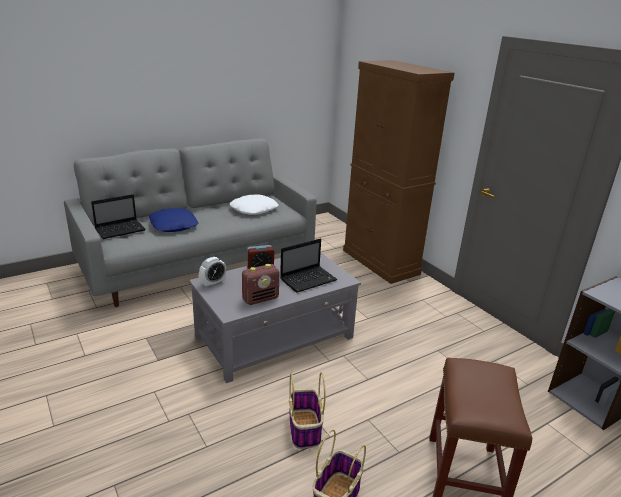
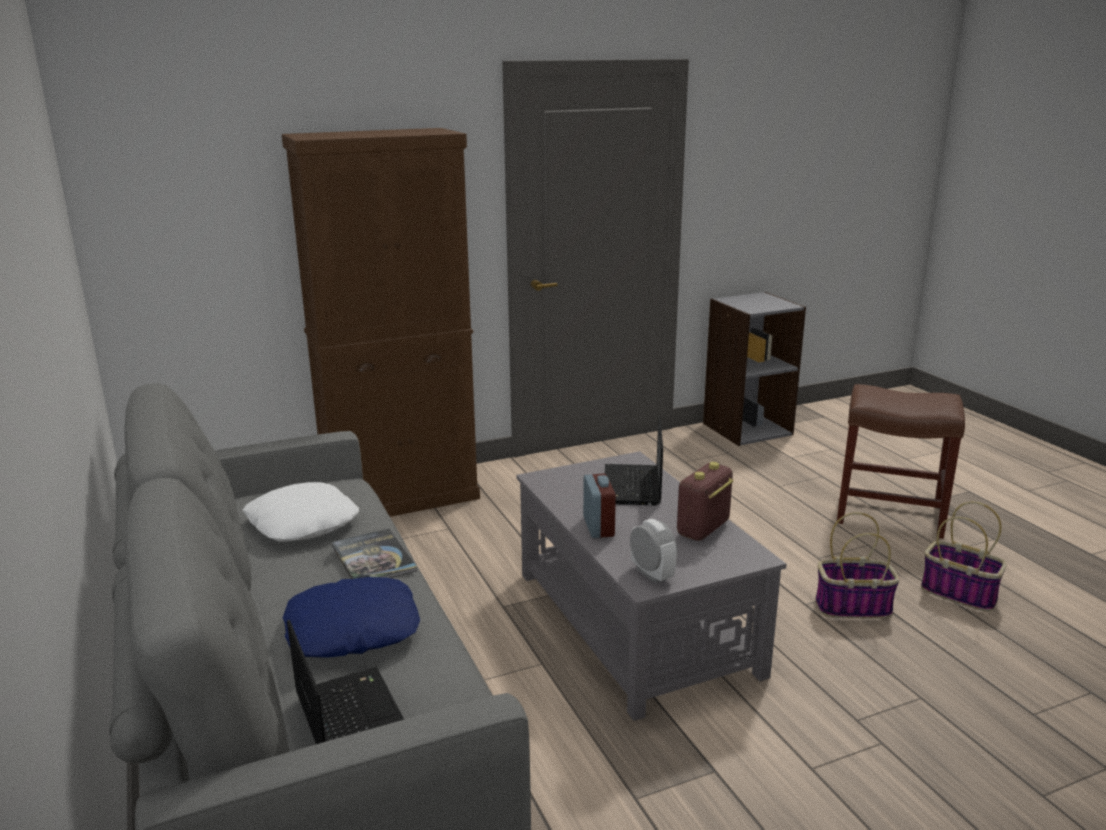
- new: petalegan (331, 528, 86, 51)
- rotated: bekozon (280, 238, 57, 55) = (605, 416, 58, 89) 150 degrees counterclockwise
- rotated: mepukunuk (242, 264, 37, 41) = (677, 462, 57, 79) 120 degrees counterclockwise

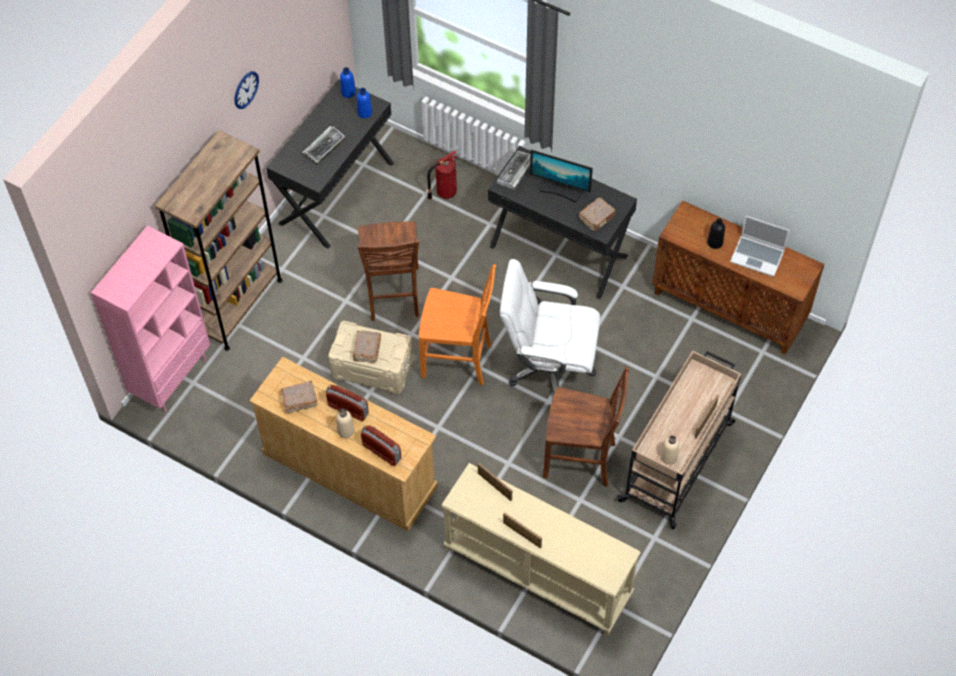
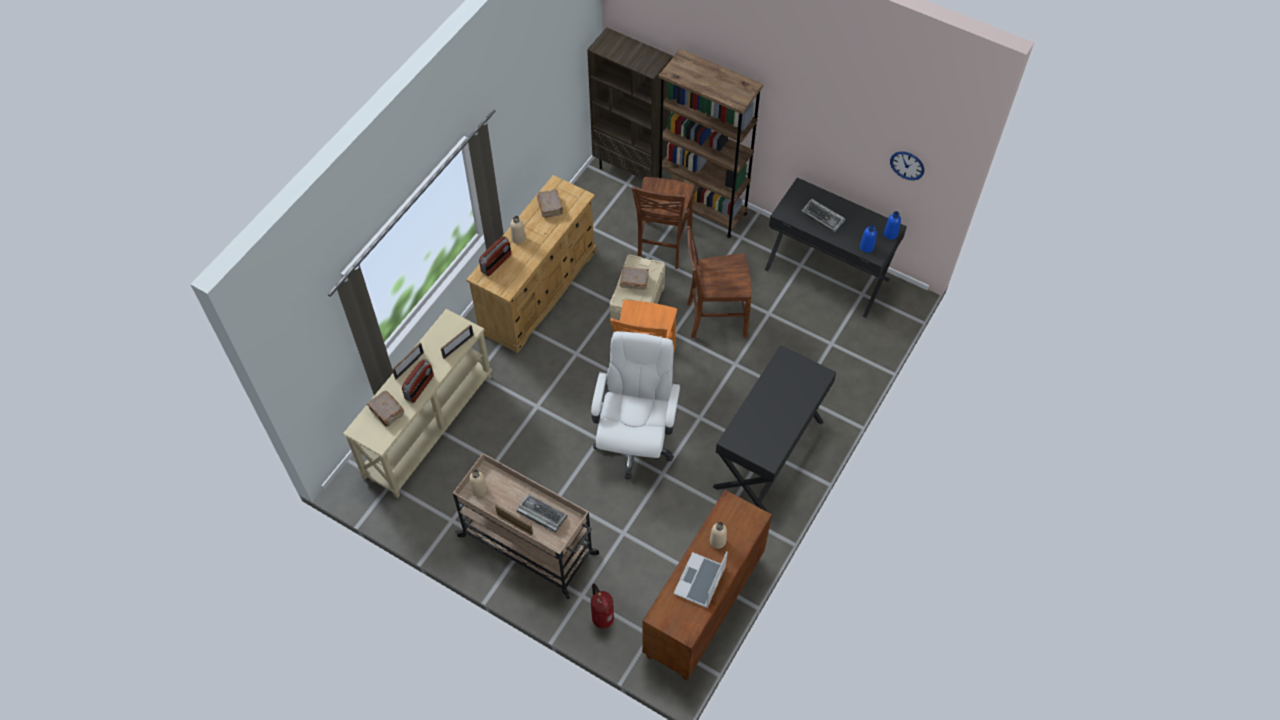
- shifted: brown petalegan (579, 198, 37, 33) to (367, 391, 37, 36)
- shifted: mepukunuk (326, 385, 43, 36) to (402, 359, 32, 44)
- shifted: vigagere (496, 151, 34, 39) to (517, 494, 50, 39)
- repainted: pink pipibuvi (91, 225, 119, 187) to brown pipibuvi (587, 27, 86, 152)
- shifted: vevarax (427, 151, 32, 49) to (591, 584, 23, 45)
- shifted: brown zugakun (543, 367, 86, 120) to (632, 177, 62, 92)
- repainted: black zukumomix (707, 218, 18, 31) to beige zukumomix (710, 522, 17, 27)
- shifted: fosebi (234, 71, 25, 38) to (890, 151, 34, 29)
- gone: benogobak (530, 150, 63, 53)

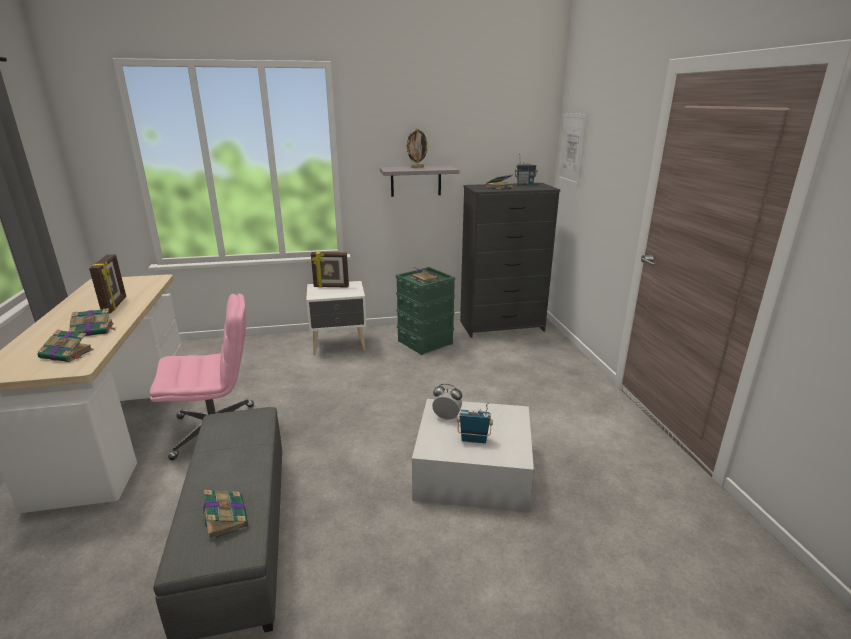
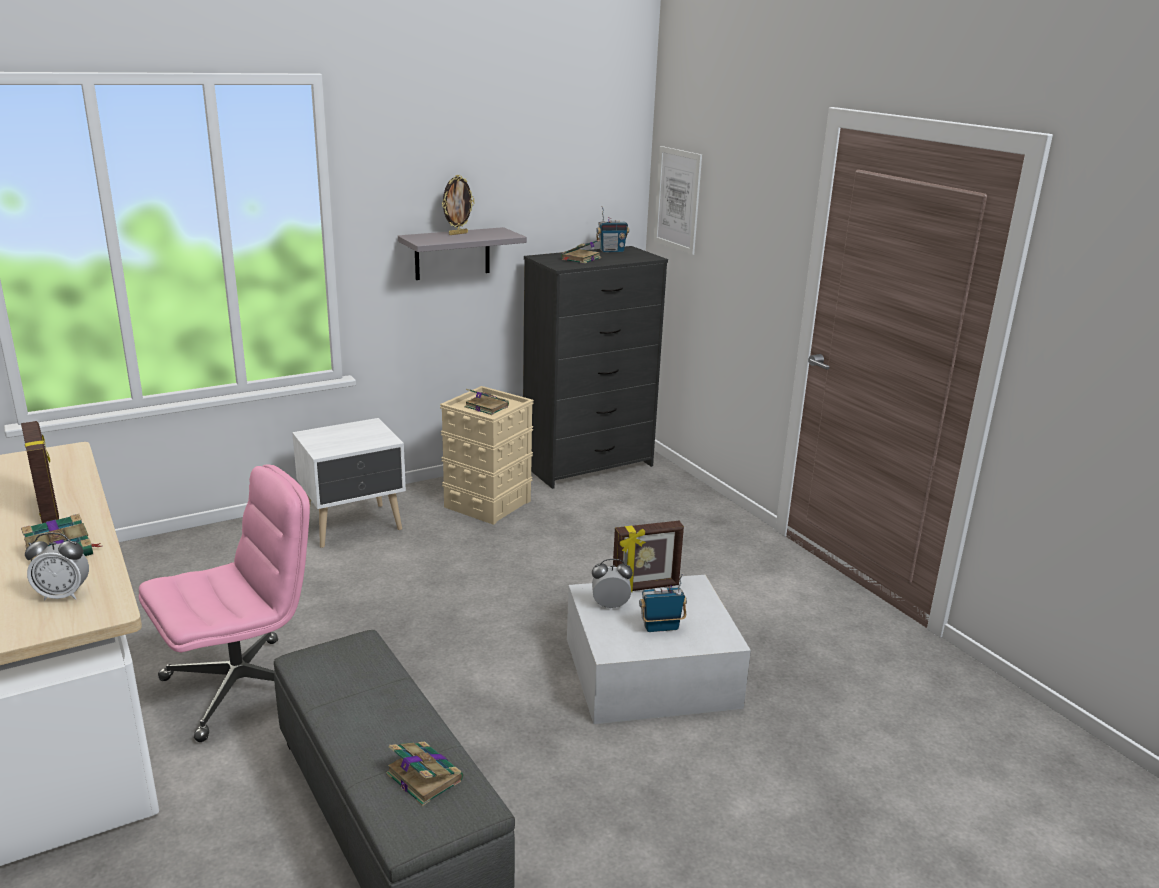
- swapped: petalegan (37, 330, 57, 32) to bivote (25, 533, 64, 67)
- repainted: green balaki (395, 267, 60, 88) to beige balaki (440, 386, 94, 139)
- shifted: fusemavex (311, 252, 38, 36) to (613, 521, 71, 71)

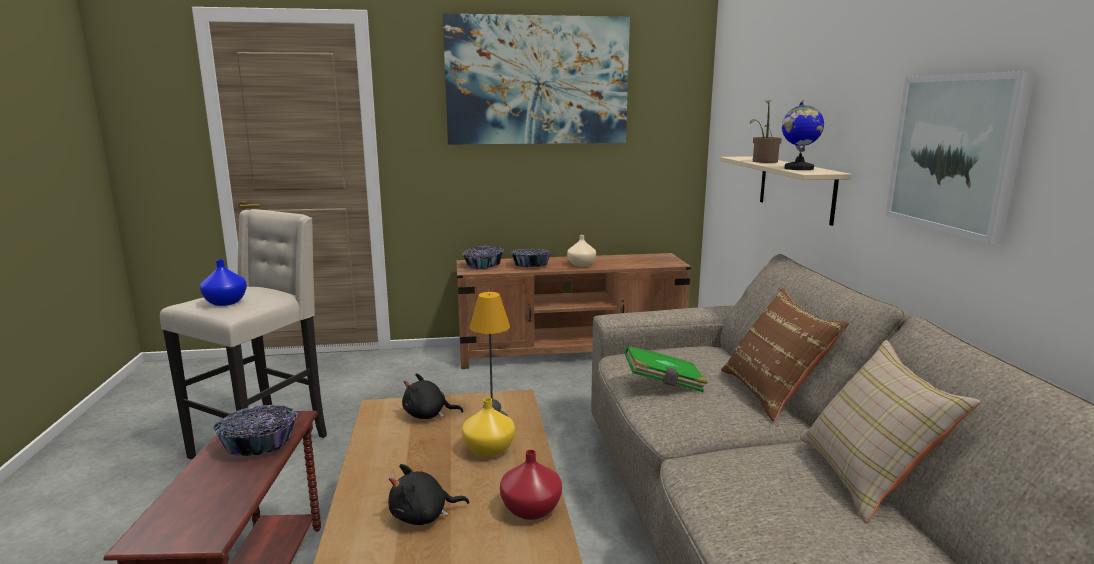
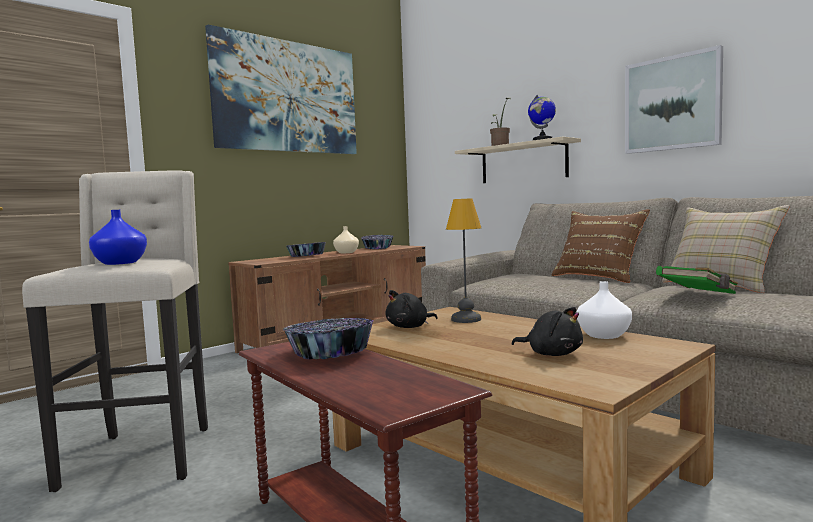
- shifted: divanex (462, 246, 42, 23) to (361, 235, 32, 14)
- rotated: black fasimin (388, 464, 81, 61) = (512, 307, 71, 49) 90 degrees counterclockwise
- repainted: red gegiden (500, 450, 62, 70) to white gegiden (577, 281, 55, 58)
- shifted: green petalegan (624, 345, 84, 47) to (656, 266, 82, 28)
- gone: yellow gegiden (462, 398, 53, 59)

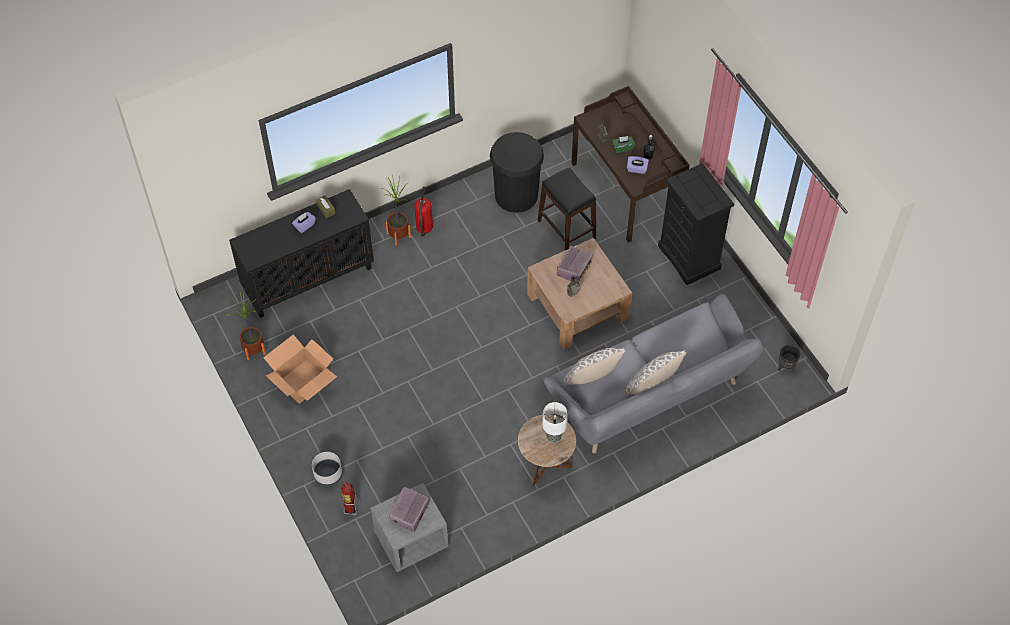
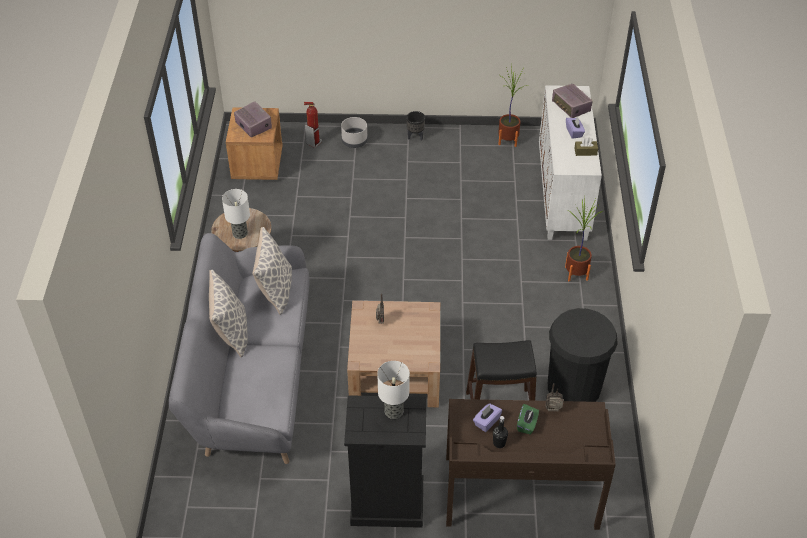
- repainted: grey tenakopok (371, 483, 77, 89) to brown tenakopok (226, 107, 57, 73)
- new: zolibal (377, 361, 33, 58)
- shifted: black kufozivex (778, 345, 22, 27) to (406, 111, 19, 29)
- repainted: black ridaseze (229, 189, 145, 129) to white ridaseze (539, 85, 63, 155)
- shifted: mepukunuk (557, 246, 36, 36) to (552, 84, 41, 34)
- gone: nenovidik (264, 334, 73, 70)
- gone: vevarax (414, 186, 19, 50)

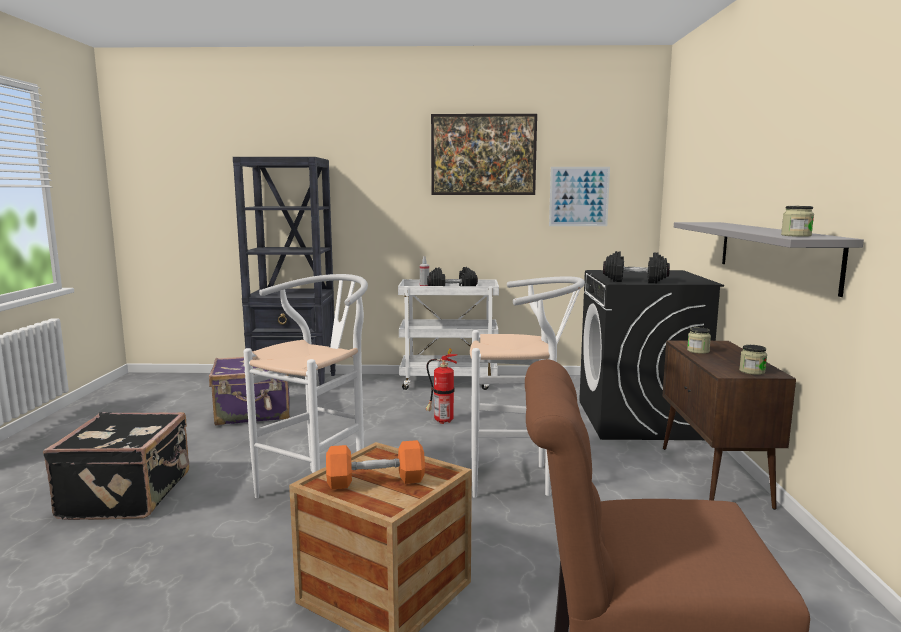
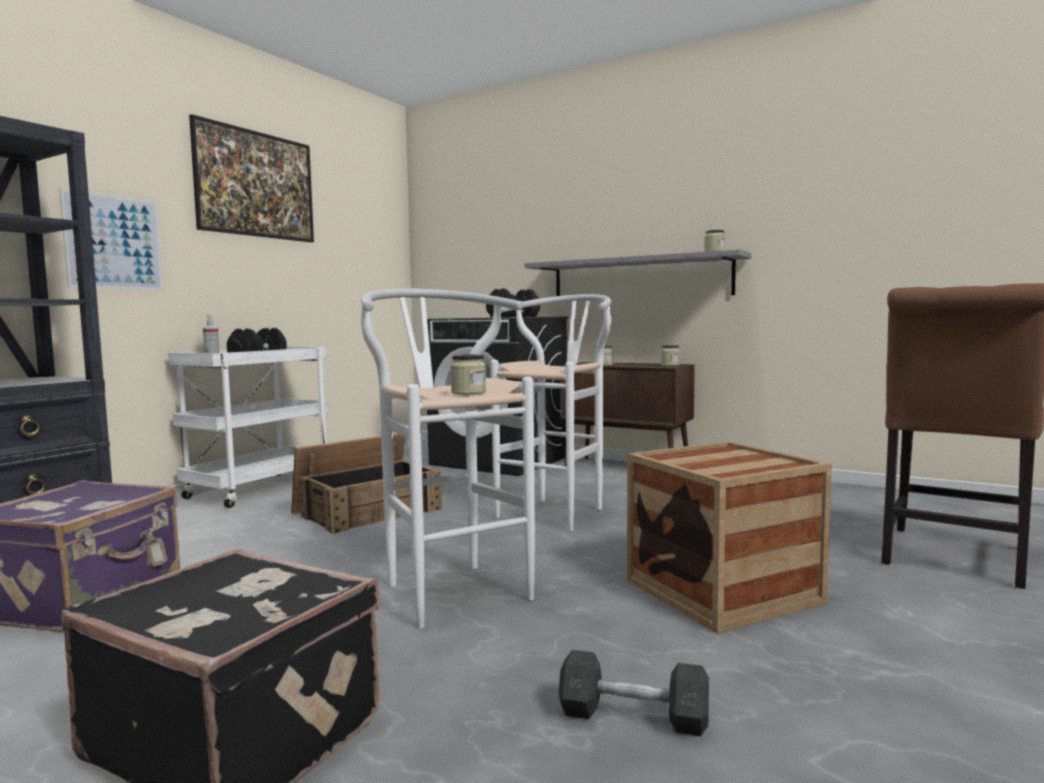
- shifted: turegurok (549, 167, 61, 59) to (59, 188, 104, 103)
- swapped: vevarax (426, 348, 32, 76) to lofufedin (291, 434, 151, 100)
- new: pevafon (450, 355, 36, 39)
- new: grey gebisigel (558, 650, 151, 86)
- gone: orange gebisigel (326, 440, 99, 49)

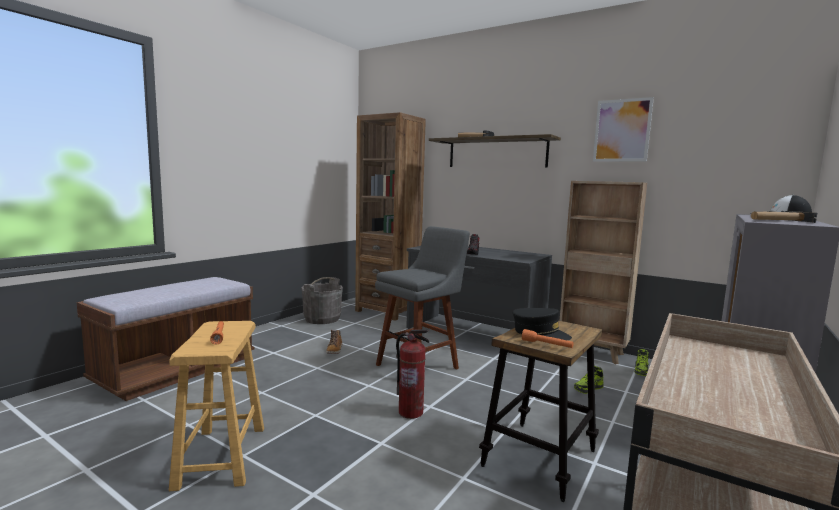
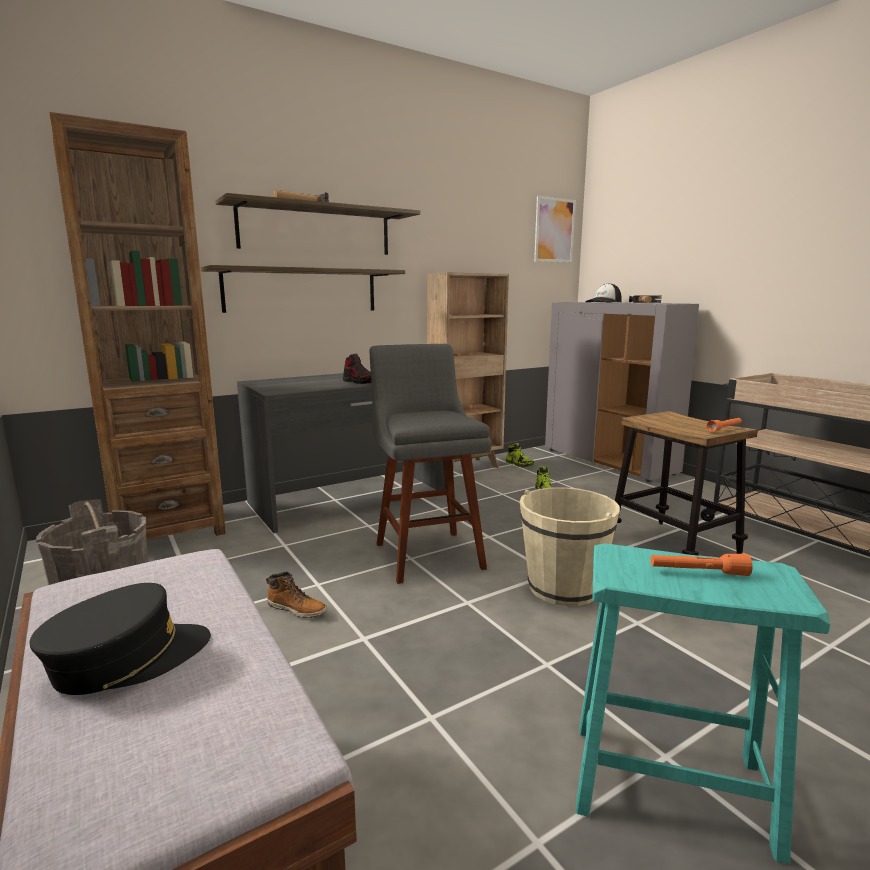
- shifted: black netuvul (513, 308, 59, 32) to (30, 583, 181, 112)
- new: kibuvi (201, 265, 204, 48)
- swapped: vevarax (396, 329, 33, 90) to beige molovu (520, 487, 100, 119)
- shifted: turegurok (593, 97, 61, 65) to (534, 196, 42, 67)
- repainted: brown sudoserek (169, 321, 95, 170) to turquoise sudoserek (576, 543, 254, 321)

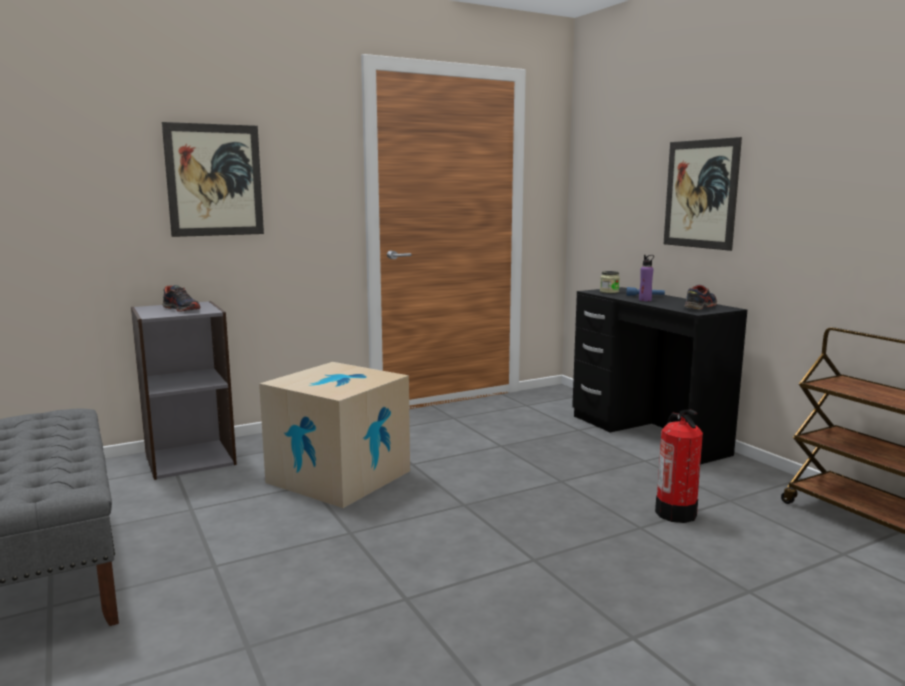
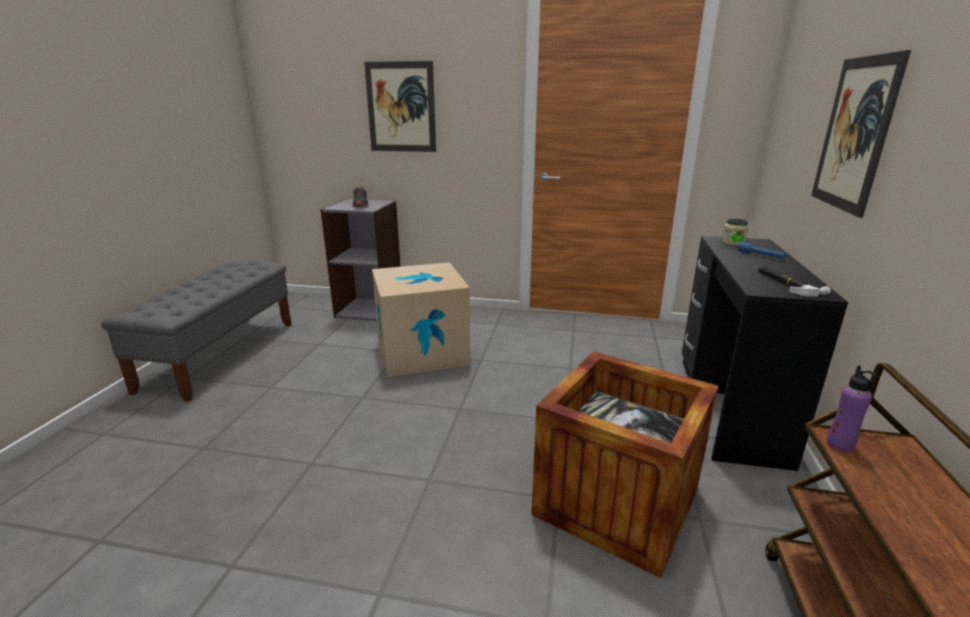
- swapped: vevarax (655, 410, 48, 113) to lofufedin (531, 351, 187, 227)
- swapped: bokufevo (684, 285, 33, 25) to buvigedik (758, 266, 73, 31)
- shifted: purple zukumomix (639, 255, 15, 46) to (827, 365, 50, 87)

